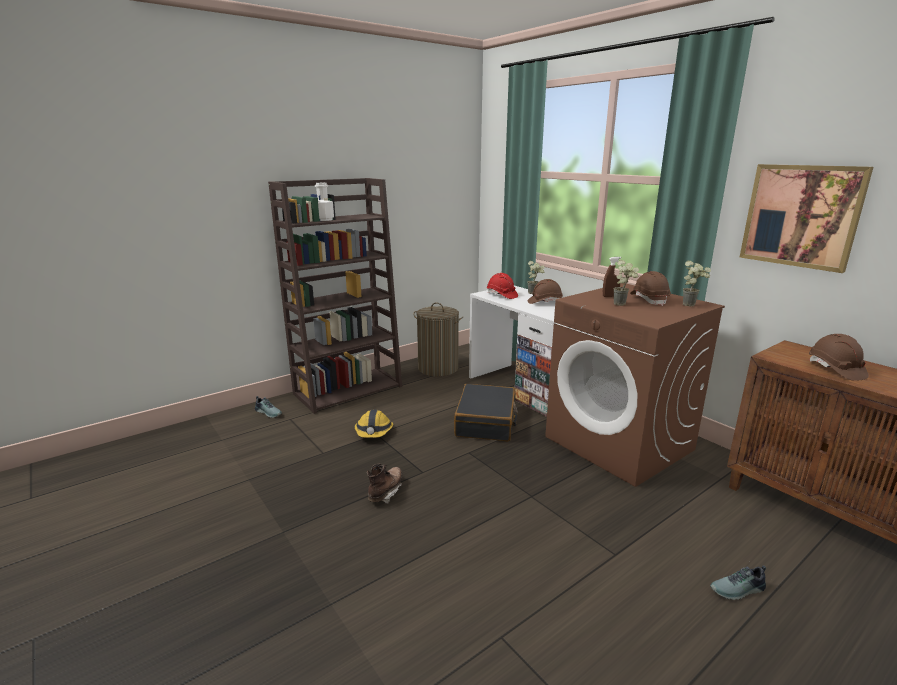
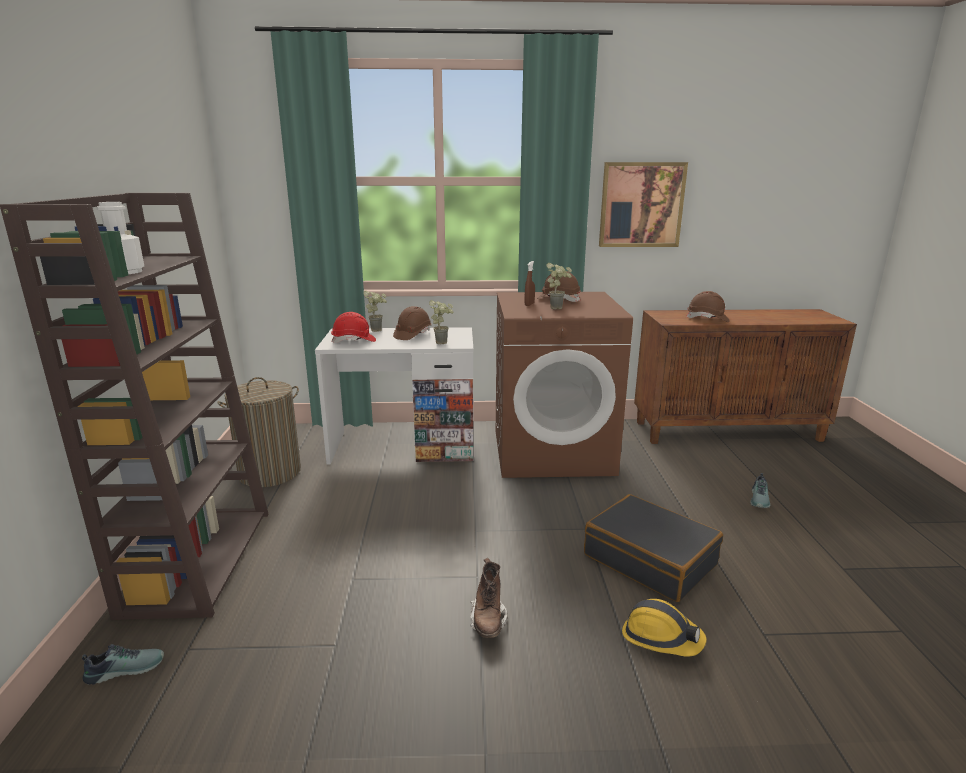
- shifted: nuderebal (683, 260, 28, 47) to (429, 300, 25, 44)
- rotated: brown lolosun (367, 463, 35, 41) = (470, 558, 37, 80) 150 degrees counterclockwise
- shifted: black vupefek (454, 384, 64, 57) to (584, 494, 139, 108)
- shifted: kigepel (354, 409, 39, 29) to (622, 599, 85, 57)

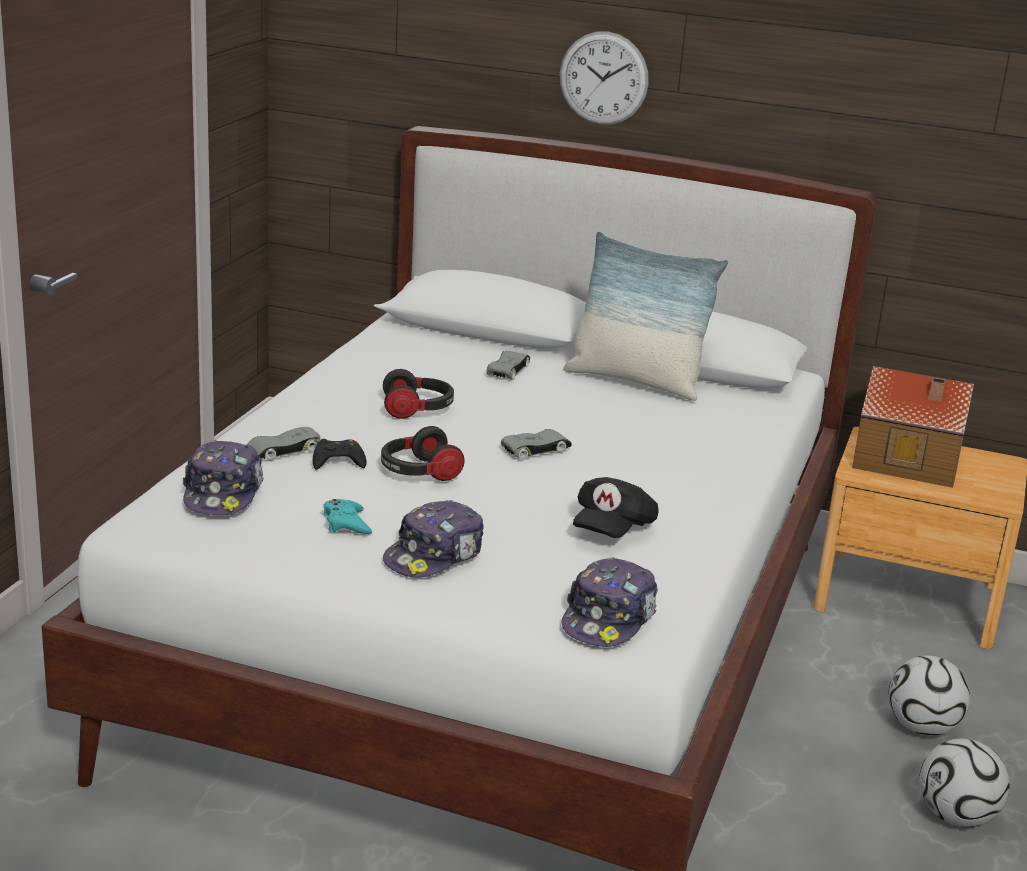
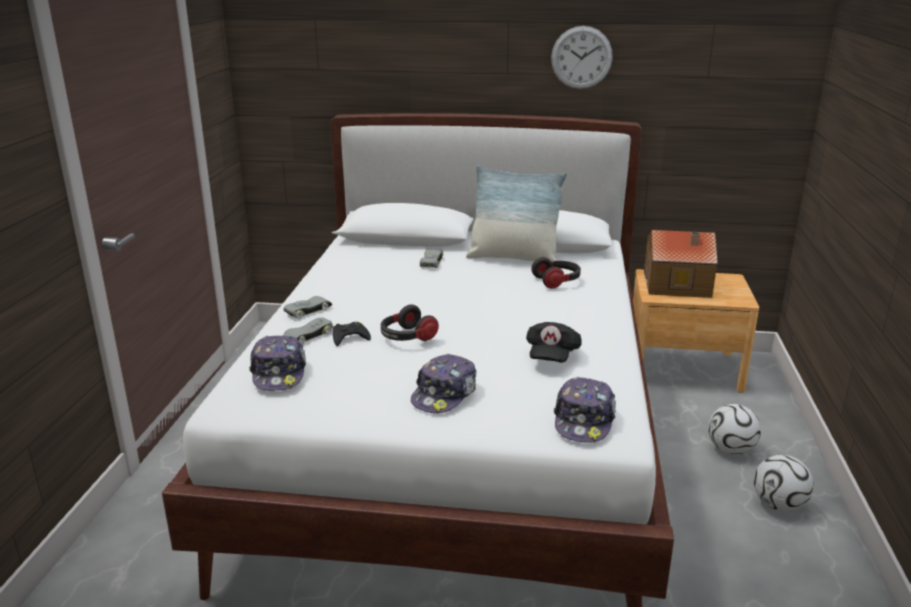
- shifted: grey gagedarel (501, 429, 71, 31) to (284, 296, 48, 23)
- shifted: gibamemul (383, 369, 71, 50) to (531, 257, 50, 31)
- shifted: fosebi (560, 31, 89, 94) to (551, 26, 62, 63)
- gone: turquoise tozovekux (323, 499, 49, 35)

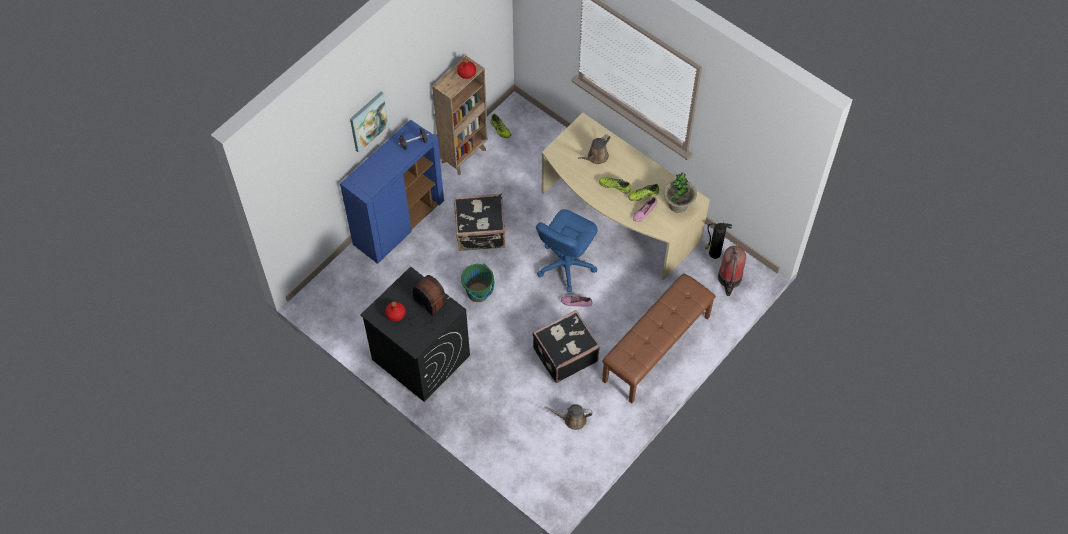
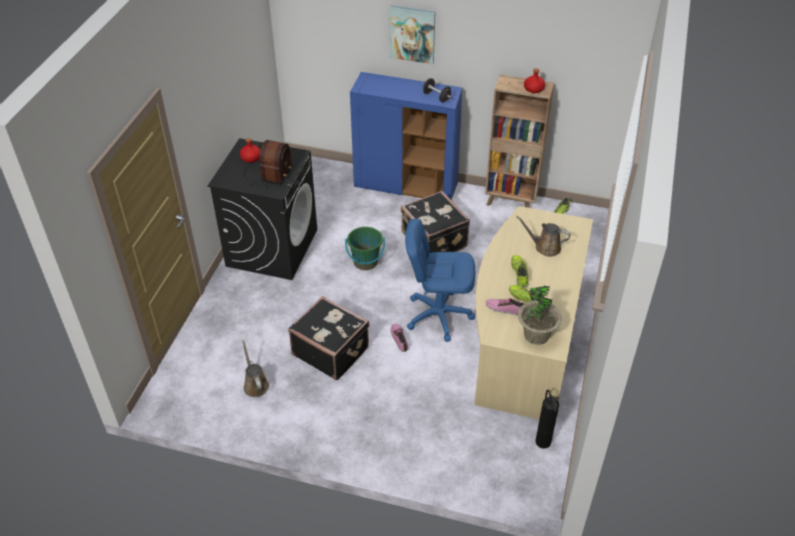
- gone: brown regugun (602, 273, 114, 130)
- gone: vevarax (718, 240, 28, 56)

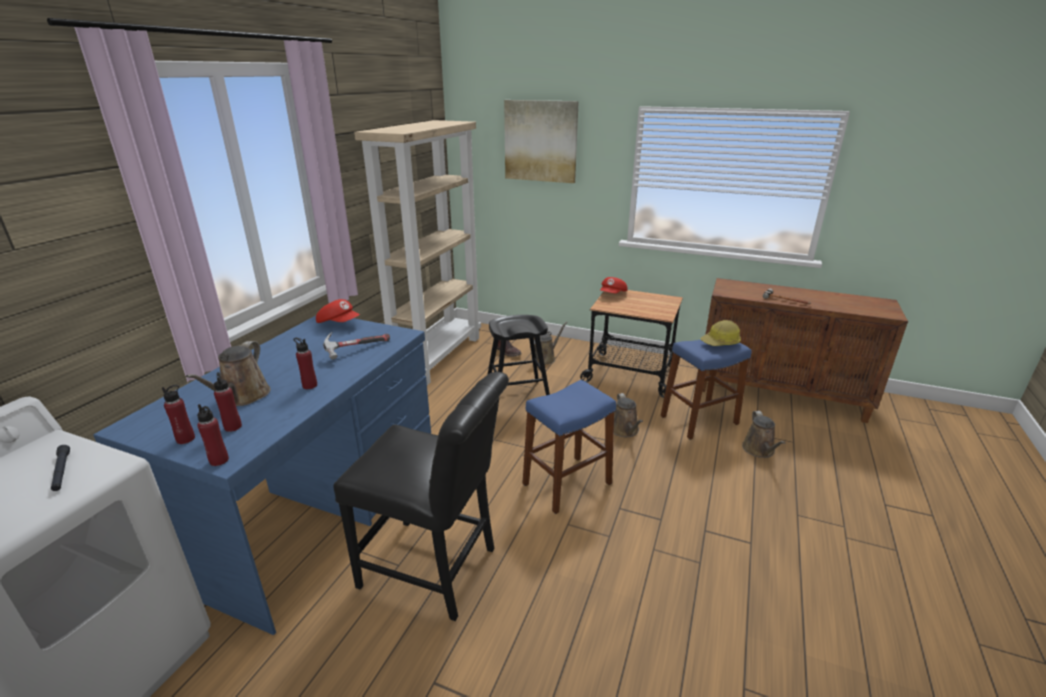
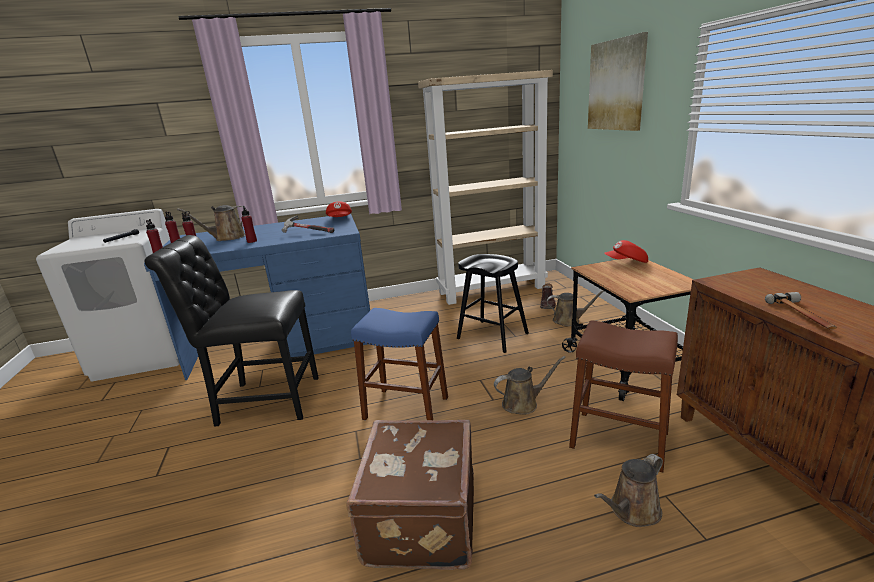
- rotated: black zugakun (333, 372, 176, 249) = (144, 235, 175, 192) 105 degrees clockwise
- new: brown vupefek (347, 420, 127, 150)
- rotated: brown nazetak (614, 393, 29, 44) = (494, 356, 72, 59) 150 degrees counterclockwise
- repainted: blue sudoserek (661, 340, 90, 100) to brown sudoserek (569, 320, 109, 153)
- gone: kigepel (700, 320, 41, 26)

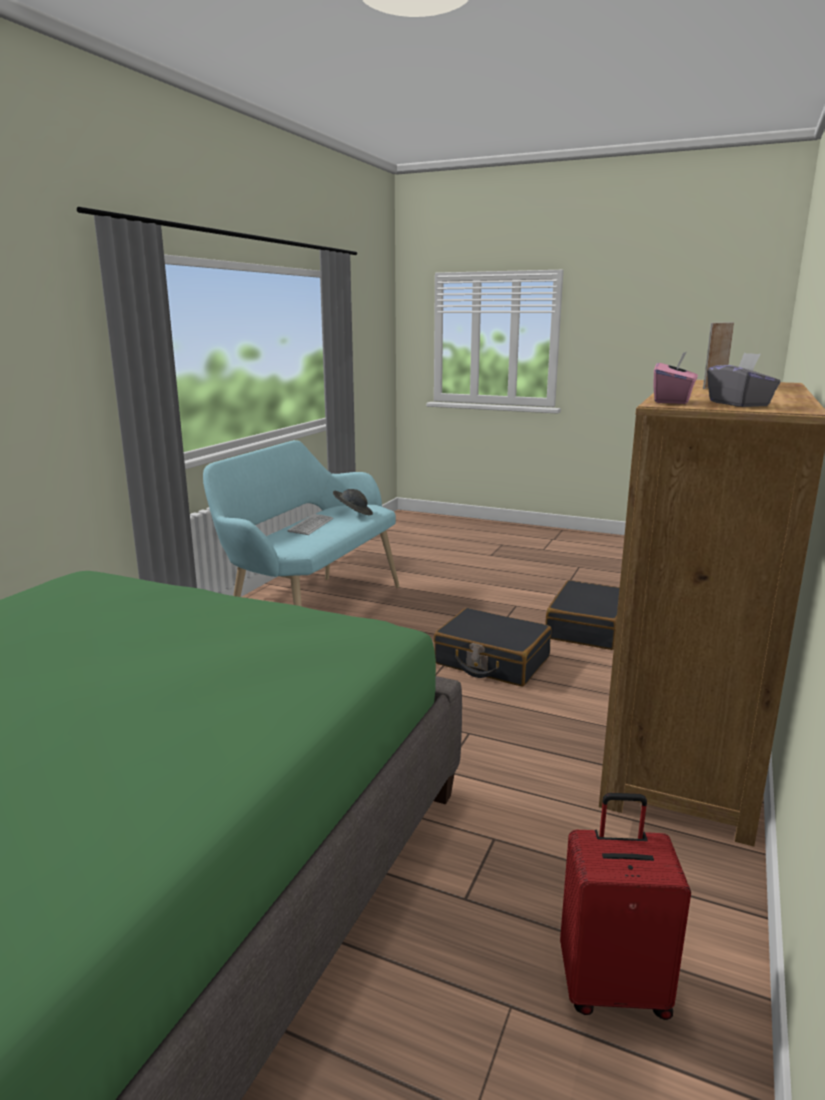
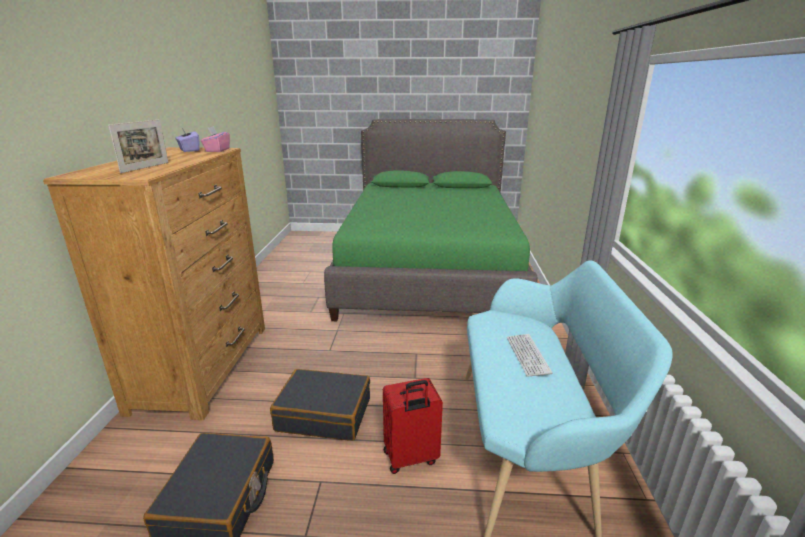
- repainted: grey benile (707, 353, 73, 54) to purple benile (175, 128, 25, 24)
- shifted: red vupefek (560, 793, 131, 227) to (383, 378, 60, 96)
- gone: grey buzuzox (333, 489, 40, 26)

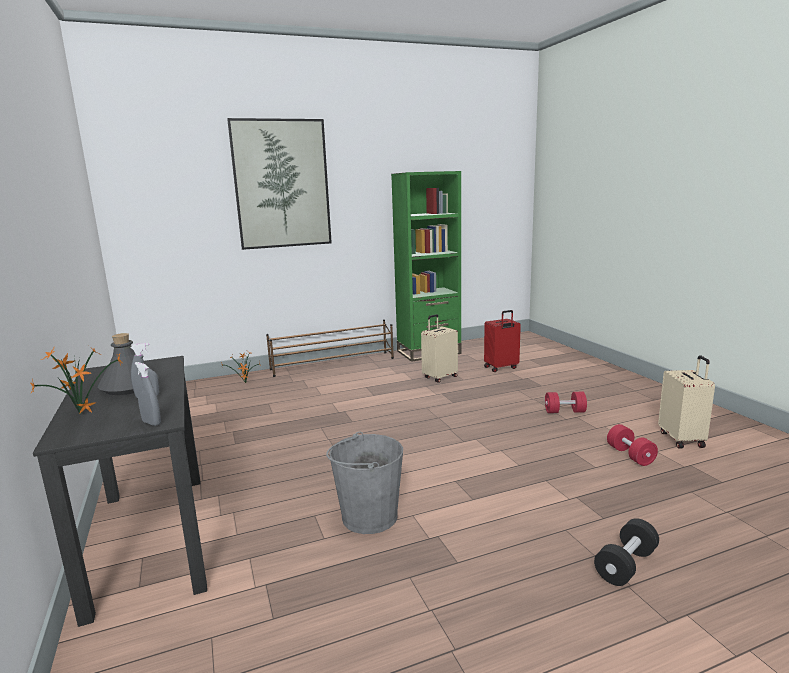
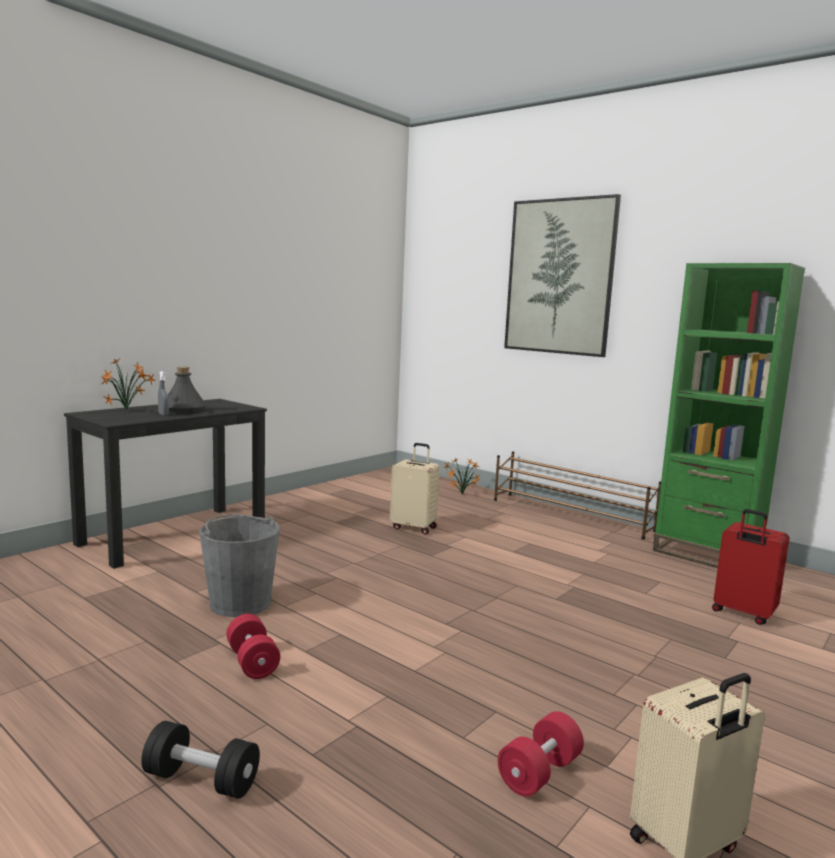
- shifted: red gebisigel (545, 392, 42, 21) to (226, 614, 54, 65)
- shifted: beige vupefek (421, 314, 37, 69) to (390, 443, 50, 92)
- gone: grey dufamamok (135, 362, 26, 64)

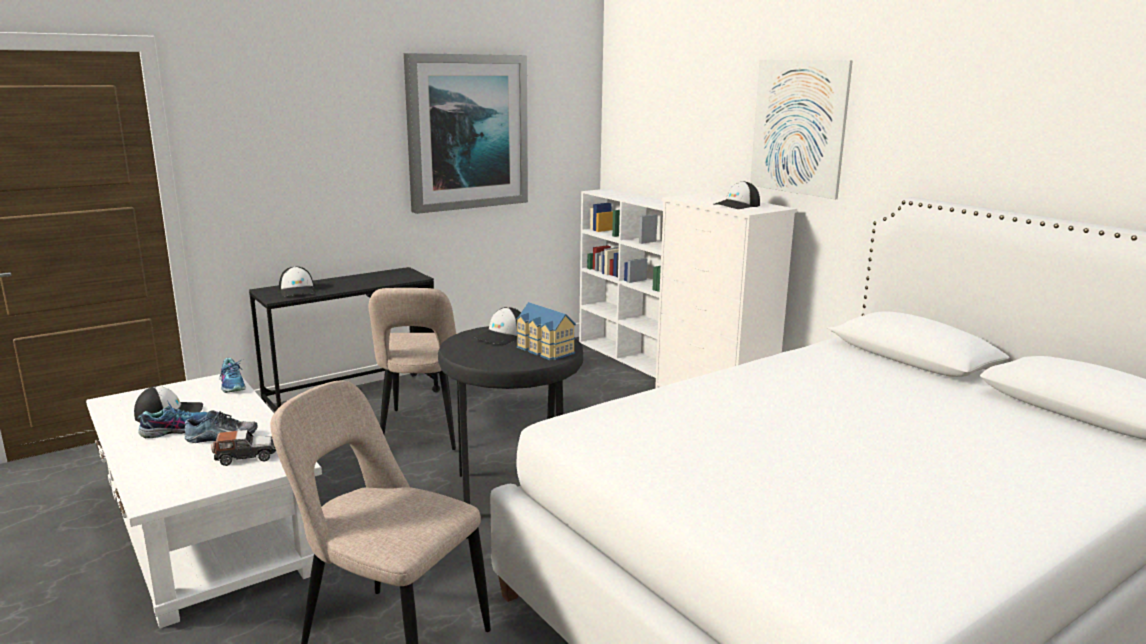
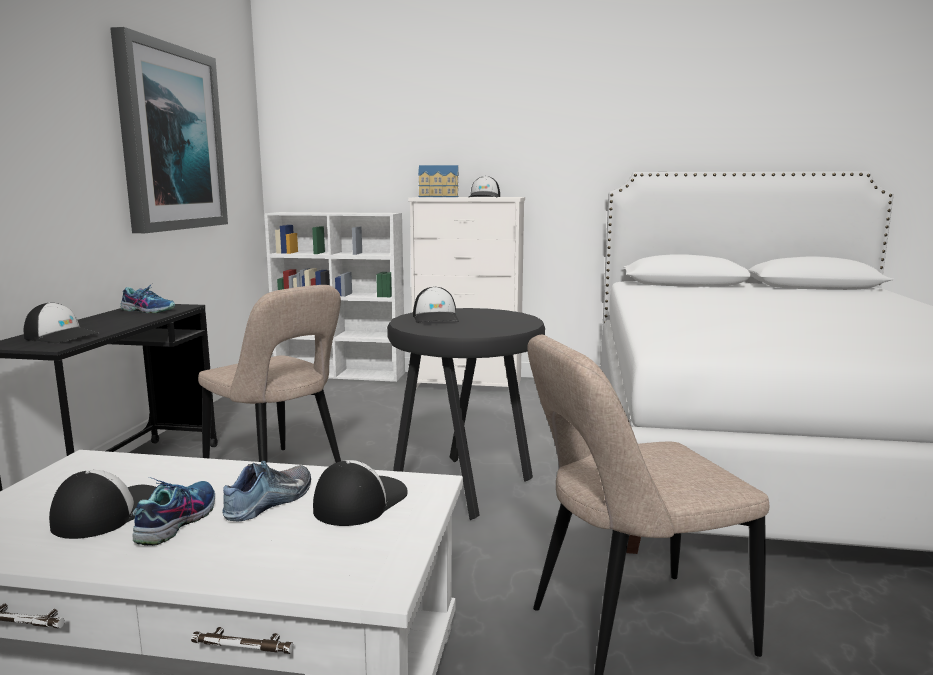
- shifted: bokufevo (220, 358, 26, 35) to (120, 284, 55, 29)
- swapped: gagedarel (211, 430, 65, 36) to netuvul (313, 460, 95, 66)
- shifted: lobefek (516, 302, 60, 58) to (418, 165, 41, 32)
- gone: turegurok (750, 60, 103, 139)

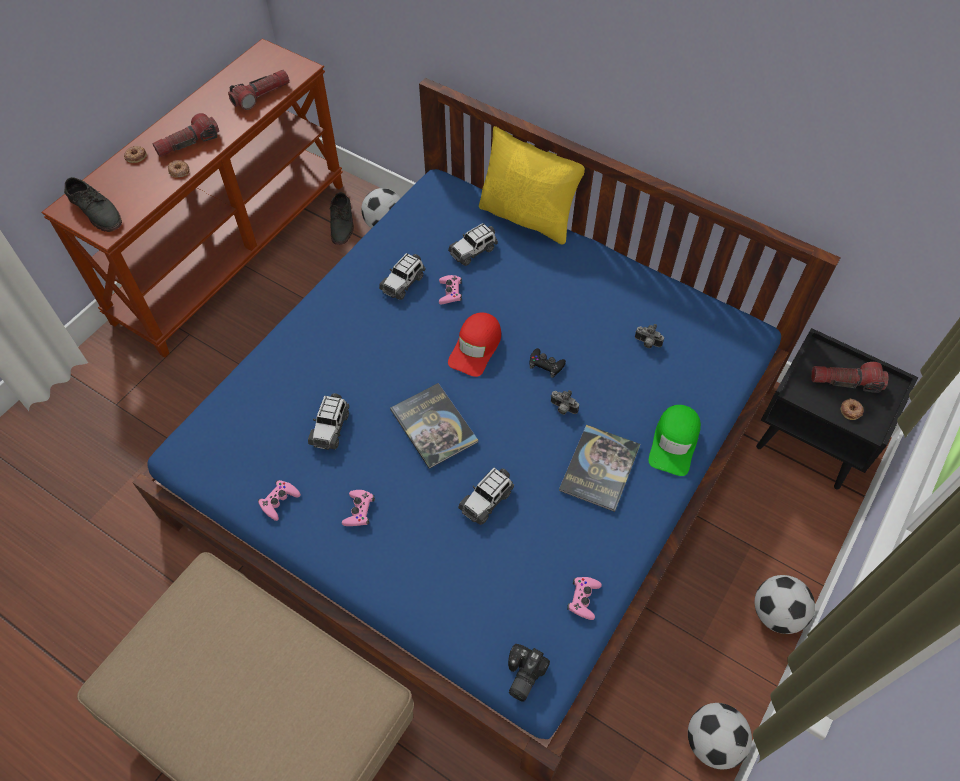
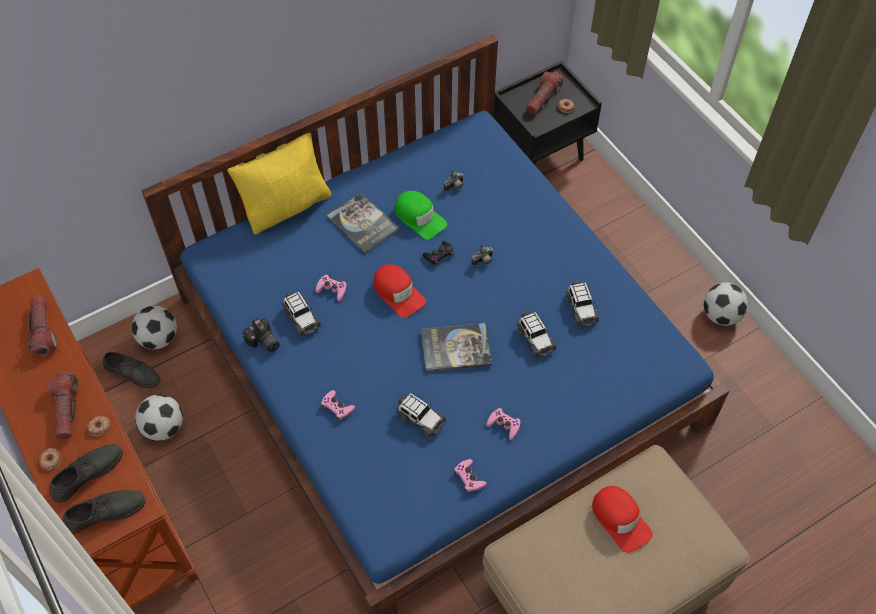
- new: grey bokufevo (49, 444, 74, 59)
- shifted: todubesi (755, 575, 60, 59) to (135, 394, 48, 47)
- shifted: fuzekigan (508, 644, 42, 58) to (242, 317, 38, 35)
- shifted: pink tozovekux (567, 577, 35, 43) to (321, 390, 34, 31)
- shifted: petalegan (559, 425, 81, 87) to (327, 192, 73, 61)
- shifted: green netuvul (649, 405, 52, 71) to (395, 191, 52, 49)
- shifted: gagedarel (448, 223, 50, 43) to (566, 281, 33, 45)
- new: red netuvul (592, 486, 61, 67)

